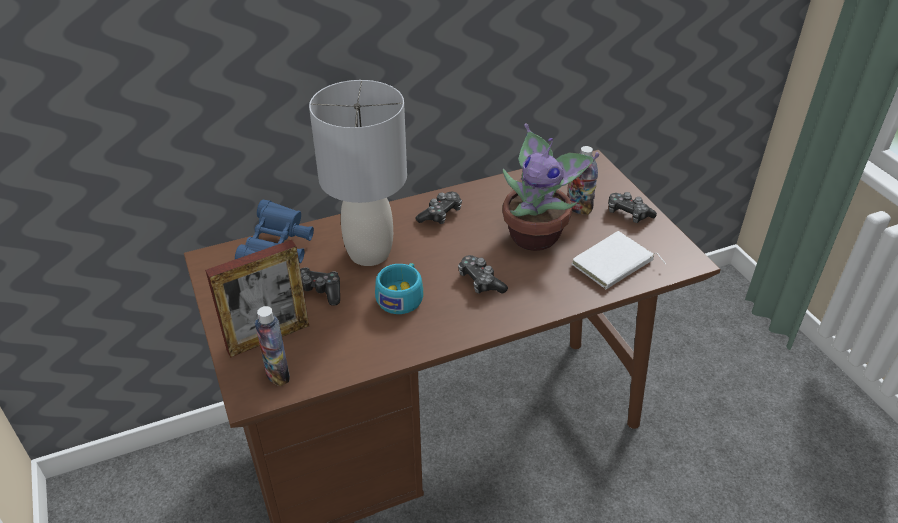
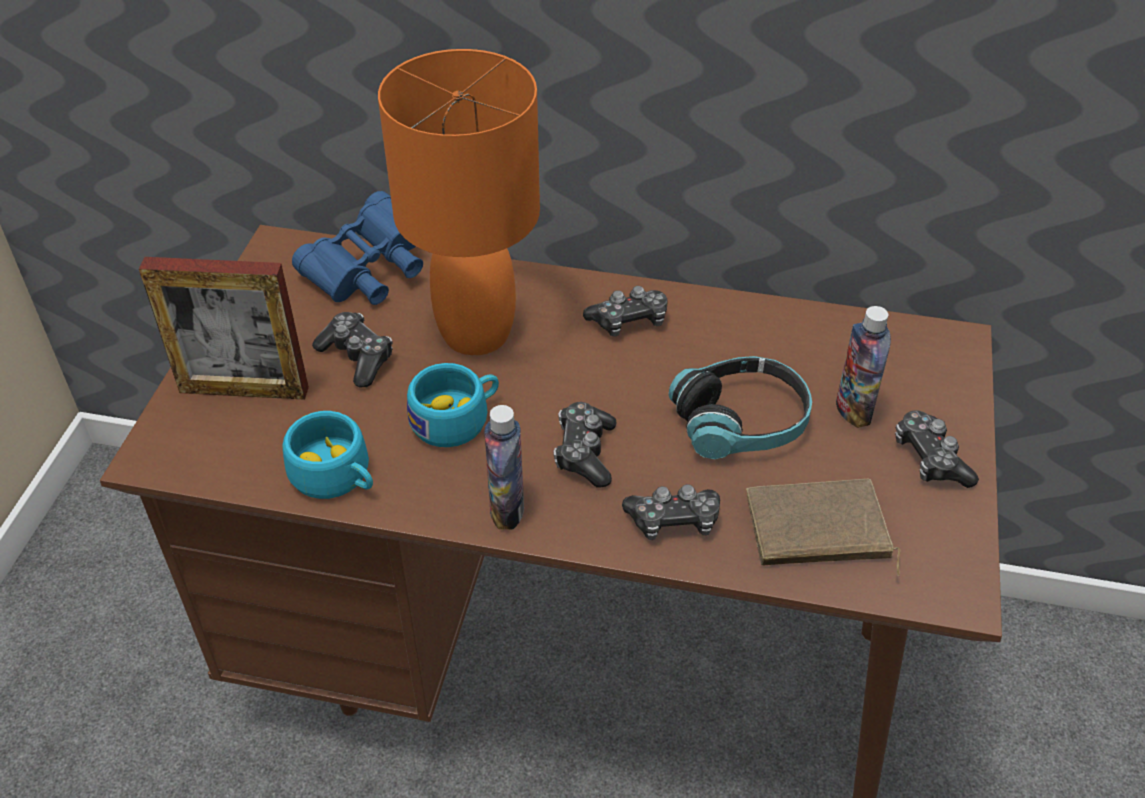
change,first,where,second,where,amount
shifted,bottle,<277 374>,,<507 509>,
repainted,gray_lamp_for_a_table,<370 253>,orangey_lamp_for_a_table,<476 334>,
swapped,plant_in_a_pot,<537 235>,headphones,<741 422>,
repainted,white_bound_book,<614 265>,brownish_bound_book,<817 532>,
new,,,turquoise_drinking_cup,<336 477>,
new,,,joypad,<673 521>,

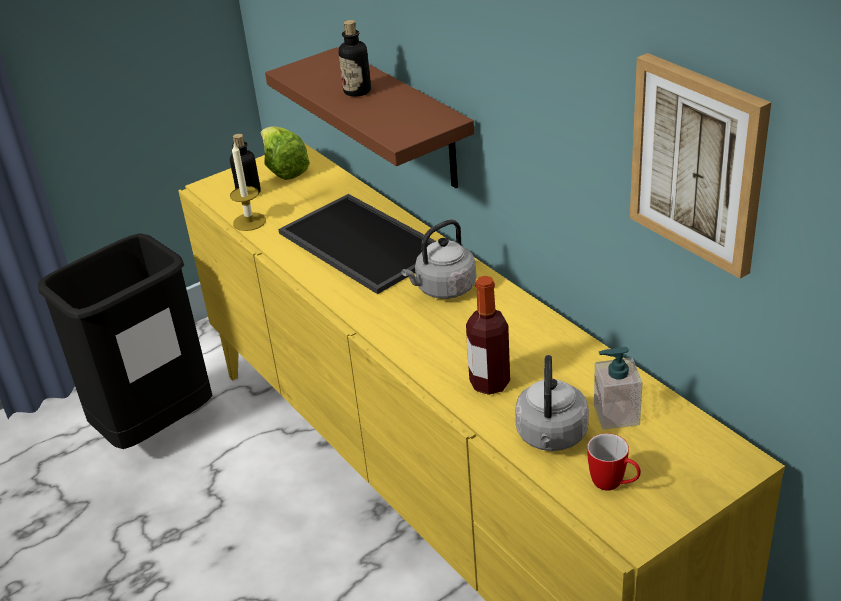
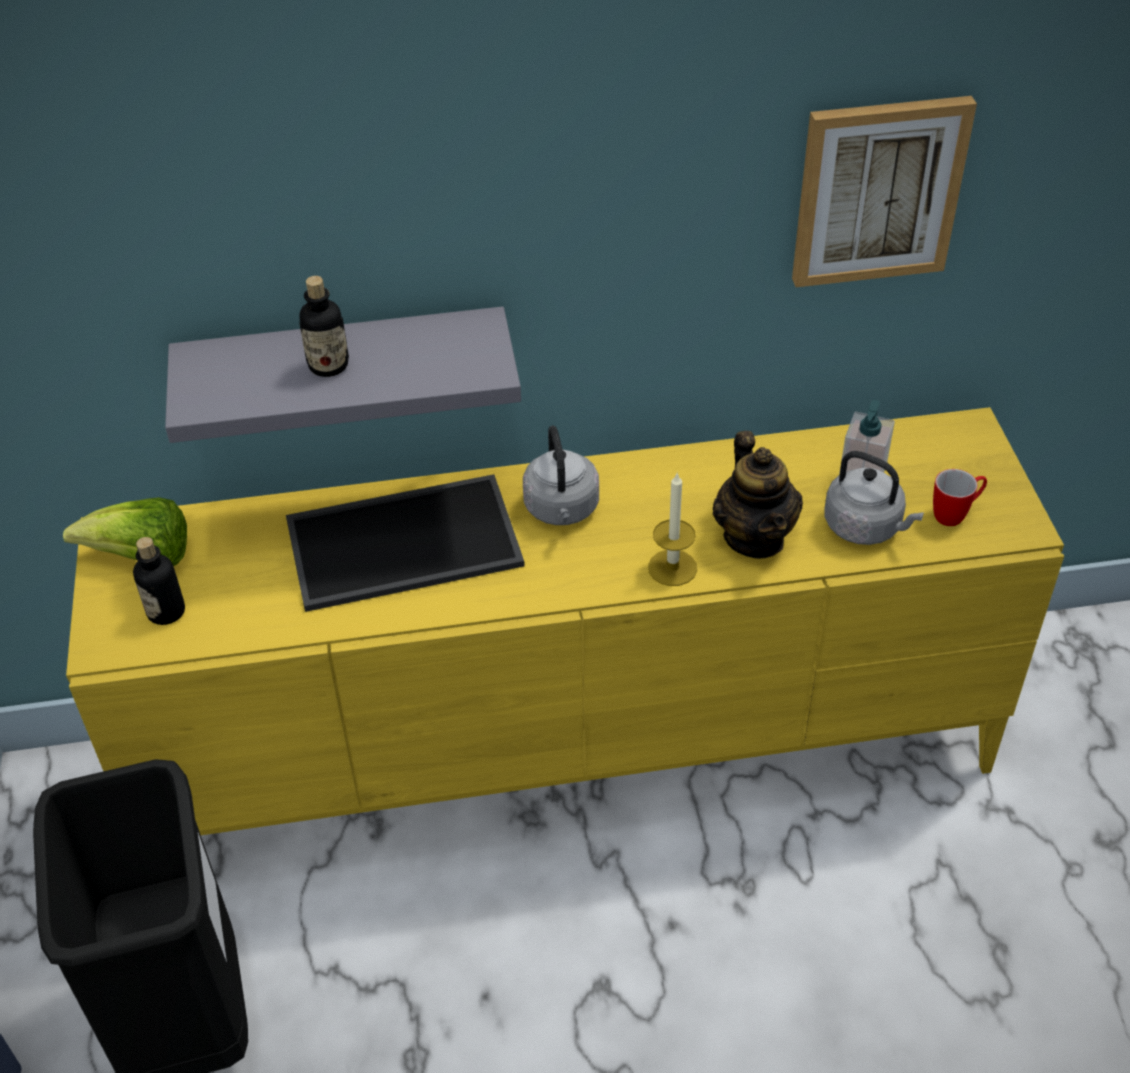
change,first,where,second,where,amount
shifted,candle,<249 222>,,<672 568>,
repainted,brownish_wall_shelf,<404 119>,gray_wall_shelf,<345 371>,
swapped,bottle,<489 383>,pot_for_tea,<755 537>,

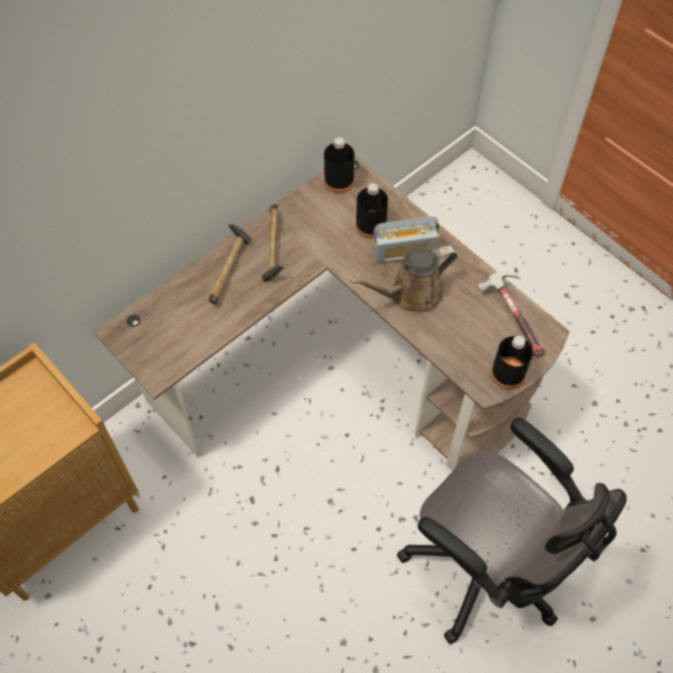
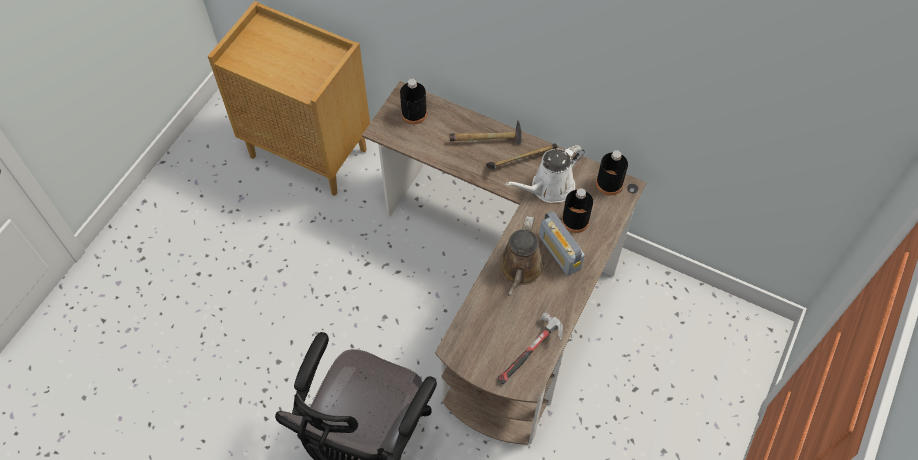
change,first,where,second,where,amount
rotated,brownish_watering_pot,<411 294>,,<520 270>,120 degrees counterclockwise
shifted,black-coloured_bottle,<507 374>,,<414 114>,
new,,,white_watering_pot,<549 188>,

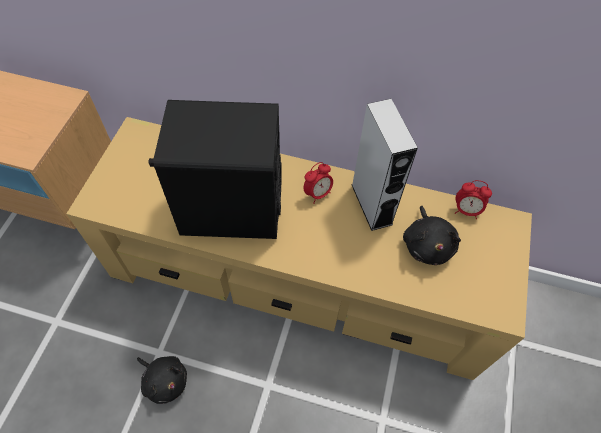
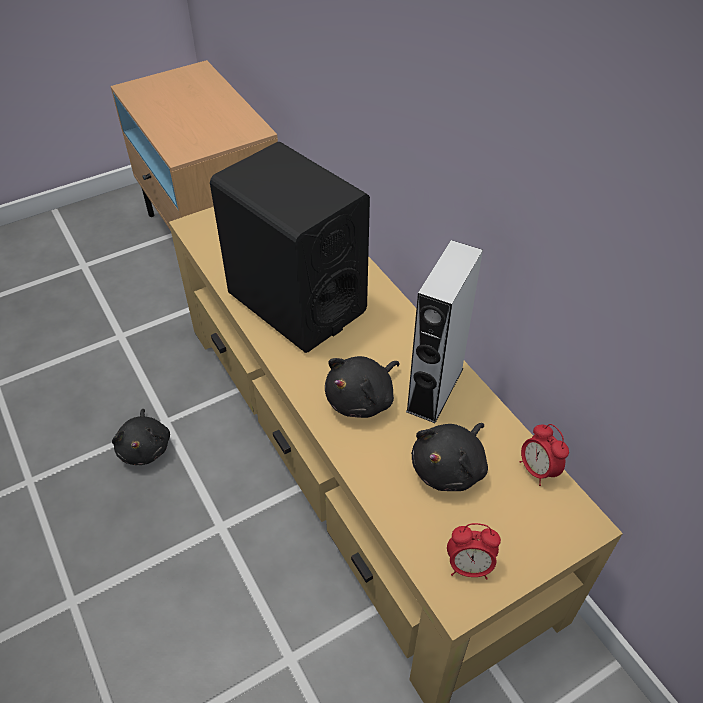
change,first,where,second,where,amount
shifted,bedside_clock,<317 194>,,<469 566>,
new,,,black-coloured_soft_toy,<362 399>,

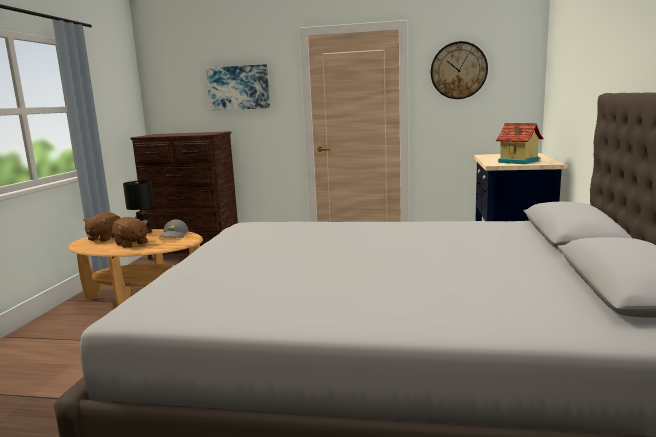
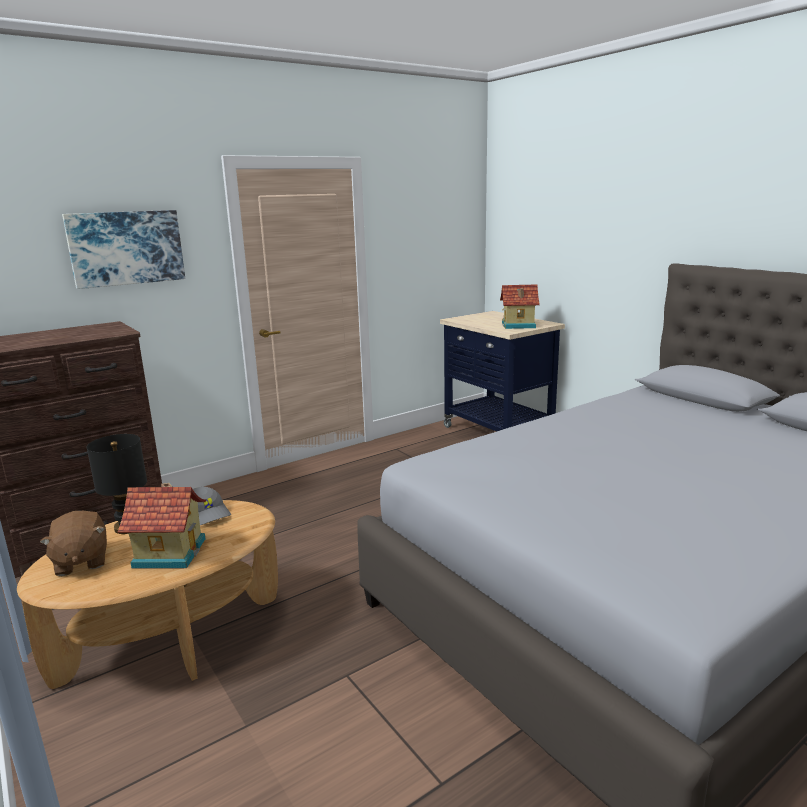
change,first,where,second,where,amount
swapped,brownish_soft_toy,<131 244>,miniature_house,<170 552>,
gone,wall_clock,<458 70>,,,

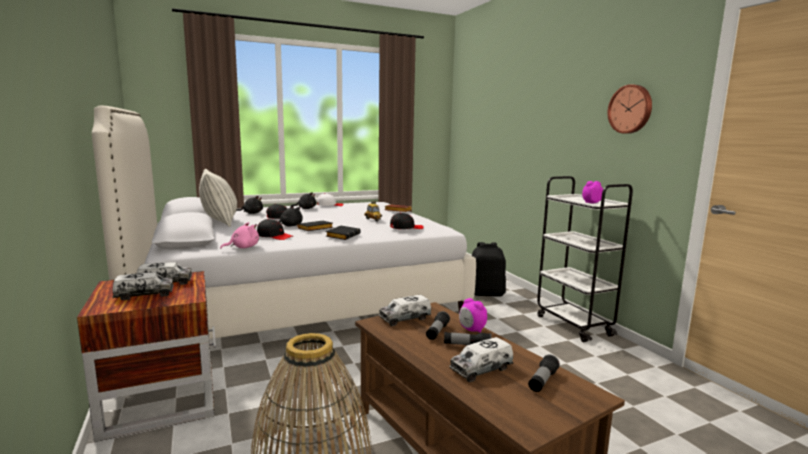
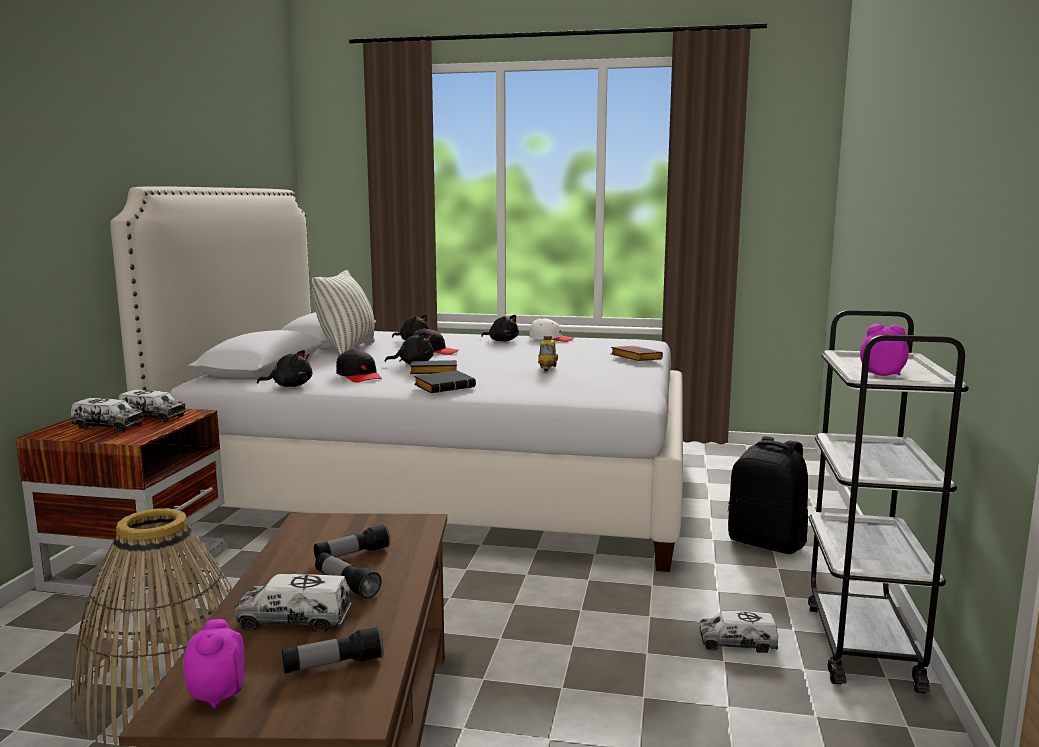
change,first,where,second,where,amount
repainted,pink-coloured_soft_toy,<243 247>,black-coloured_soft_toy,<290 386>,
shifted,model_truck,<405 318>,,<737 643>,
gone,black-coloured_baseball_cap,<406 228>,,,
shifted,bedside_clock,<471 330>,,<217 695>,
gone,wall_clock,<631 109>,,,

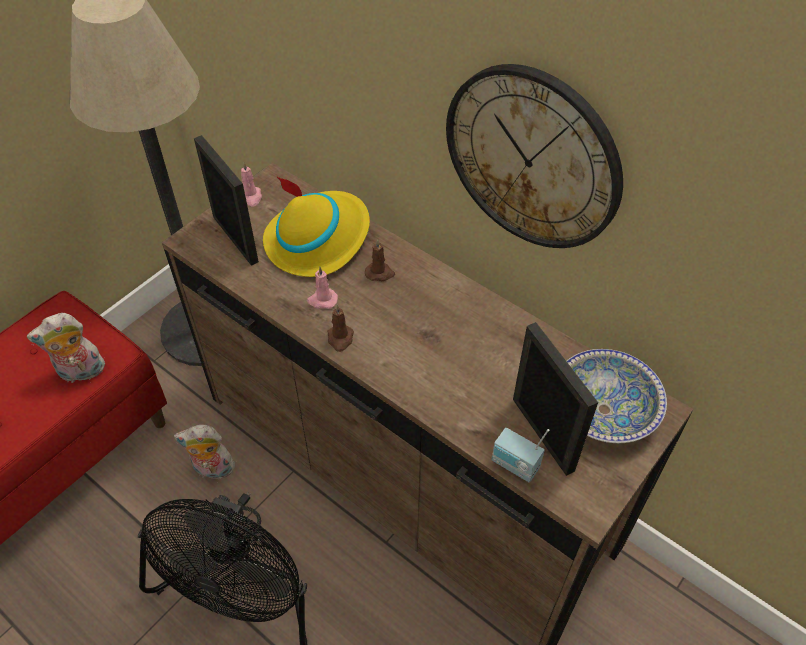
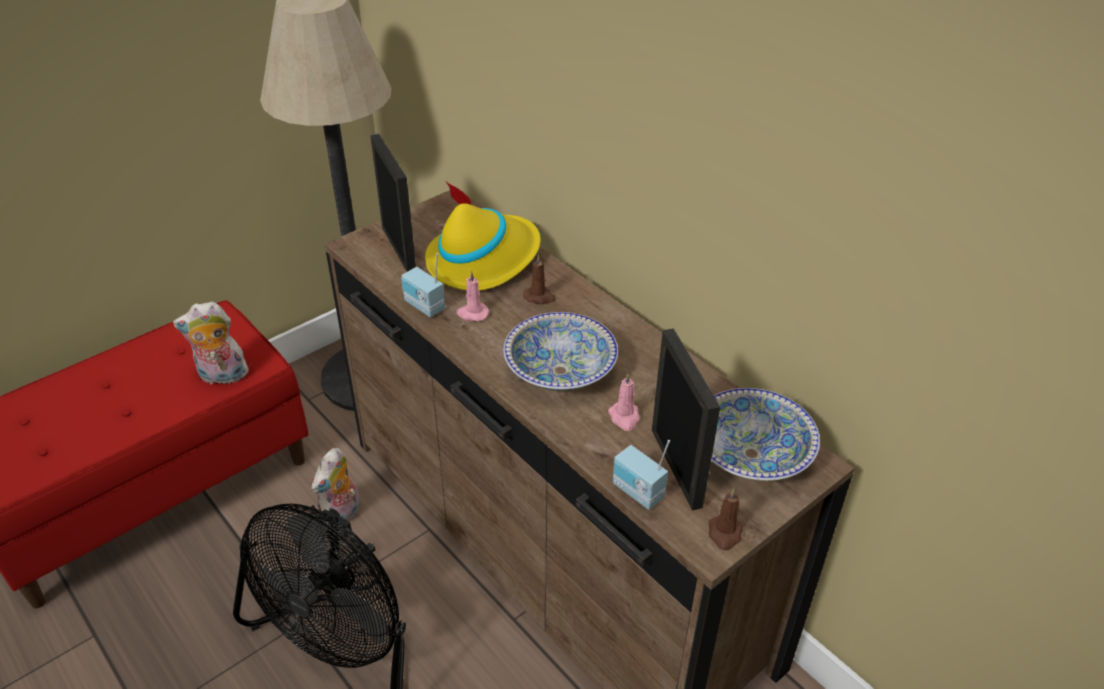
change,first,where,second,where,amount
rotated,soft_toy,<212 470>,,<342 515>,75 degrees counterclockwise
shifted,pink-coloured_candle,<251 197>,,<624 417>,
shifted,brownish_candle,<340 339>,,<724 534>,
gone,wall_clock,<532 158>,,,
new,,,radio_set,<423 306>,
new,,,deep_dish,<560 371>,

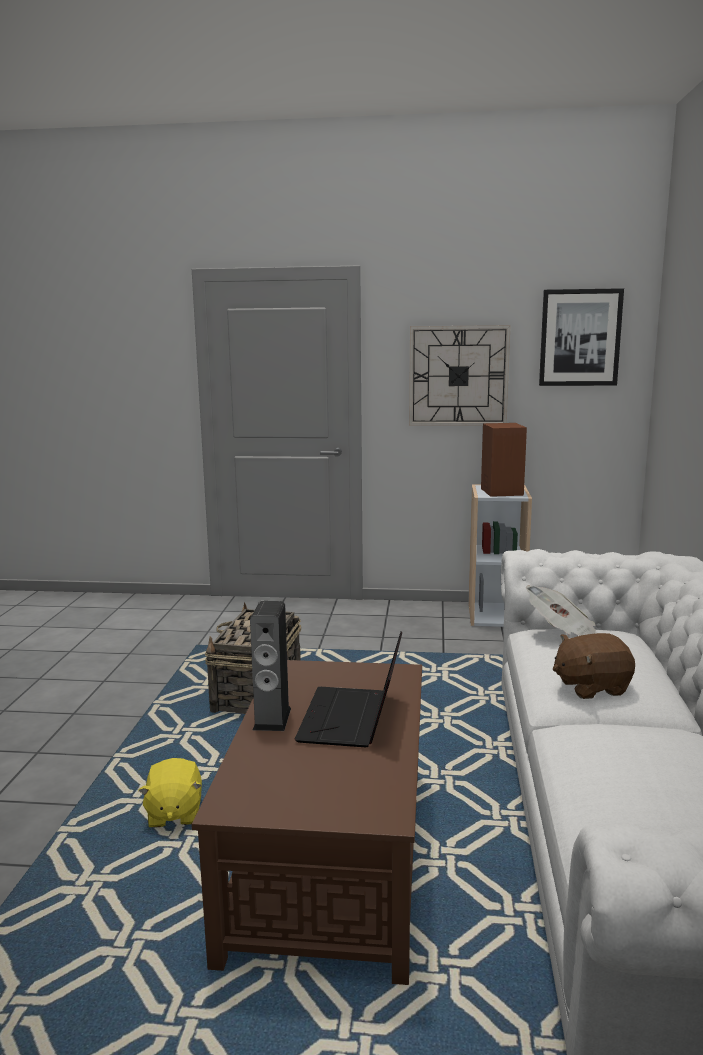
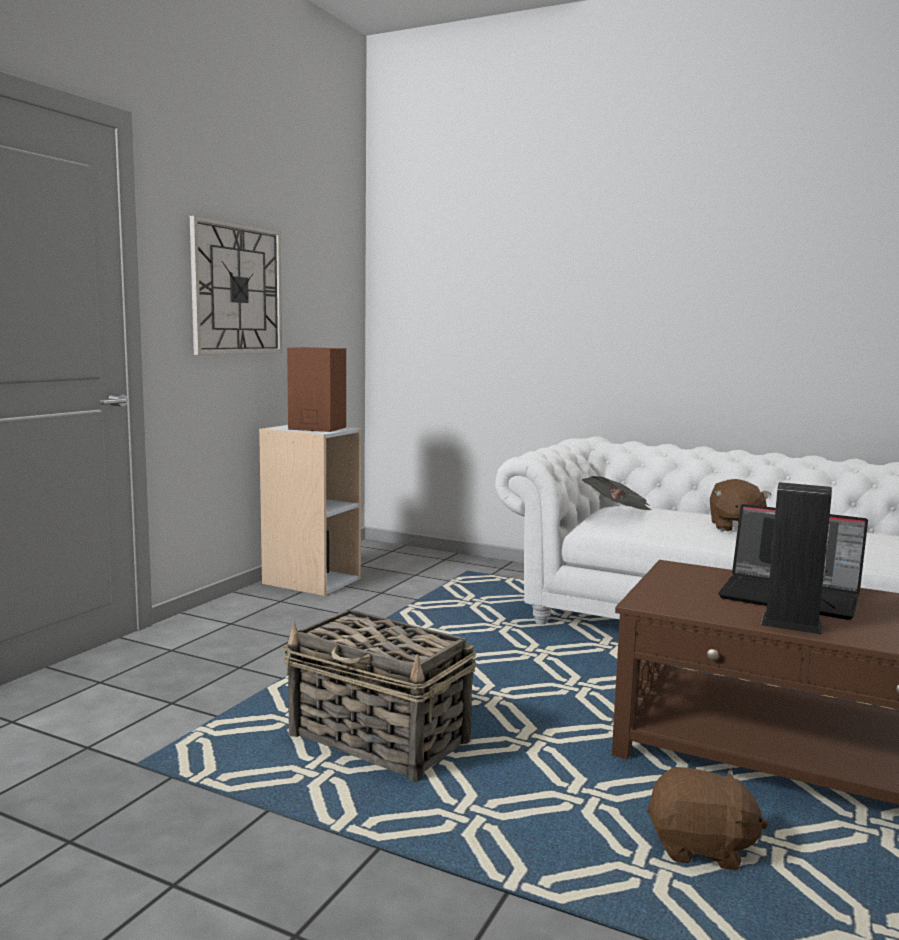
change,first,where,second,where,amount
repainted,yellow-coloured_soft_toy,<174 814>,brownish_soft_toy,<700 848>,
gone,wall_picture,<580 337>,,,

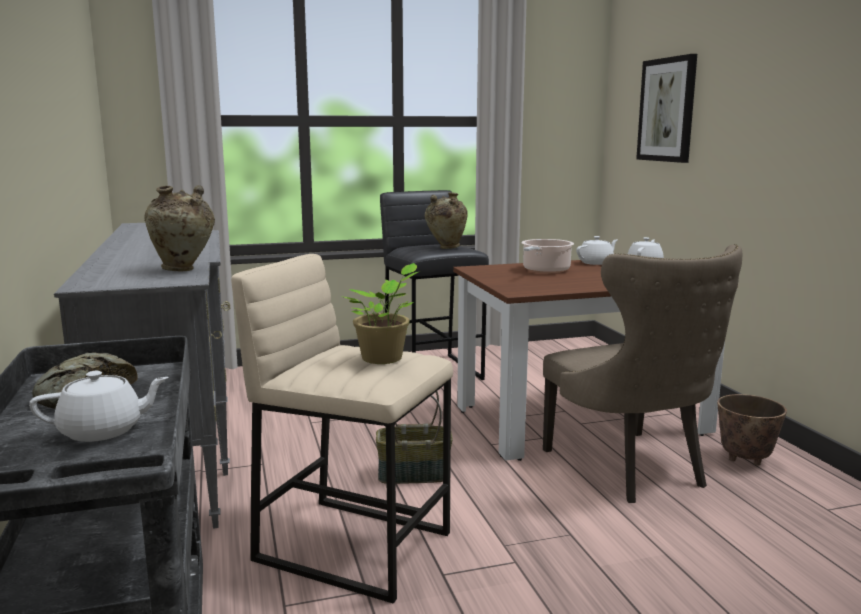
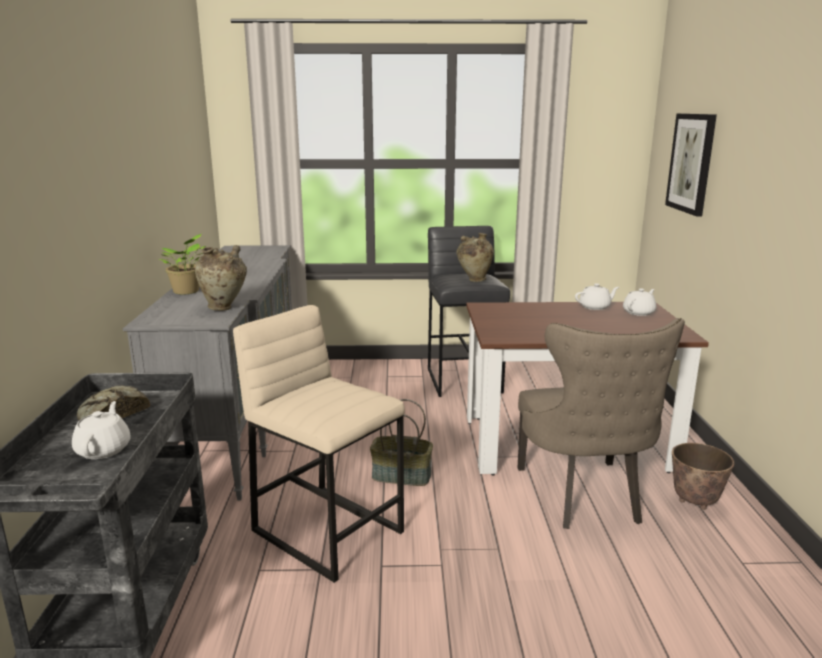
change,first,where,second,where,amount
rotated,white_pot_for_tea,<103 431>,,<104 449>,90 degrees counterclockwise
shifted,plant_in_a_pot,<385 359>,,<187 292>,
gone,cooking_pot,<545 270>,,,

